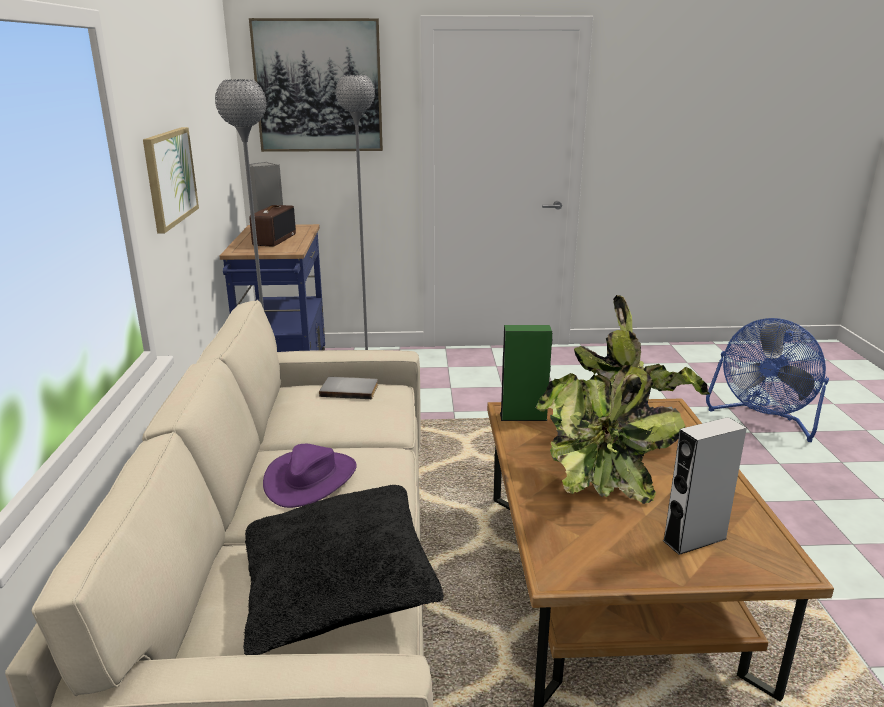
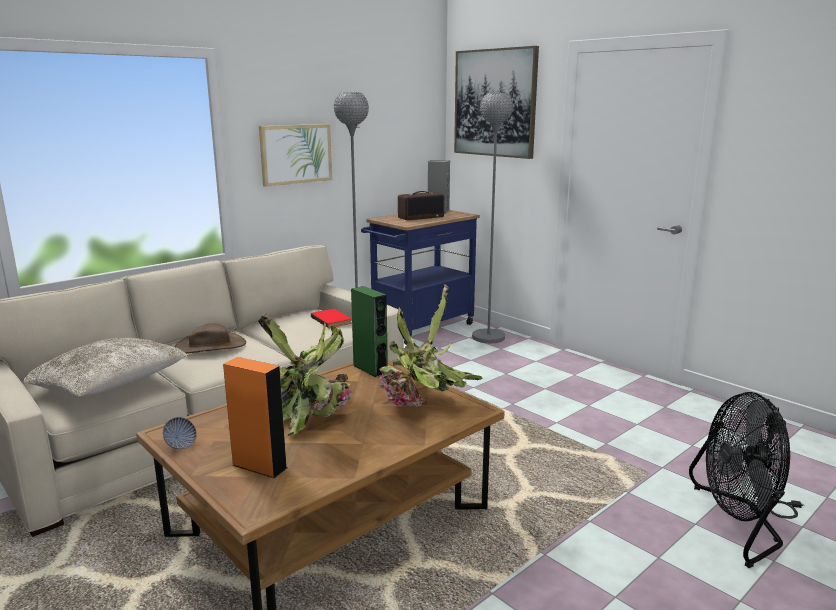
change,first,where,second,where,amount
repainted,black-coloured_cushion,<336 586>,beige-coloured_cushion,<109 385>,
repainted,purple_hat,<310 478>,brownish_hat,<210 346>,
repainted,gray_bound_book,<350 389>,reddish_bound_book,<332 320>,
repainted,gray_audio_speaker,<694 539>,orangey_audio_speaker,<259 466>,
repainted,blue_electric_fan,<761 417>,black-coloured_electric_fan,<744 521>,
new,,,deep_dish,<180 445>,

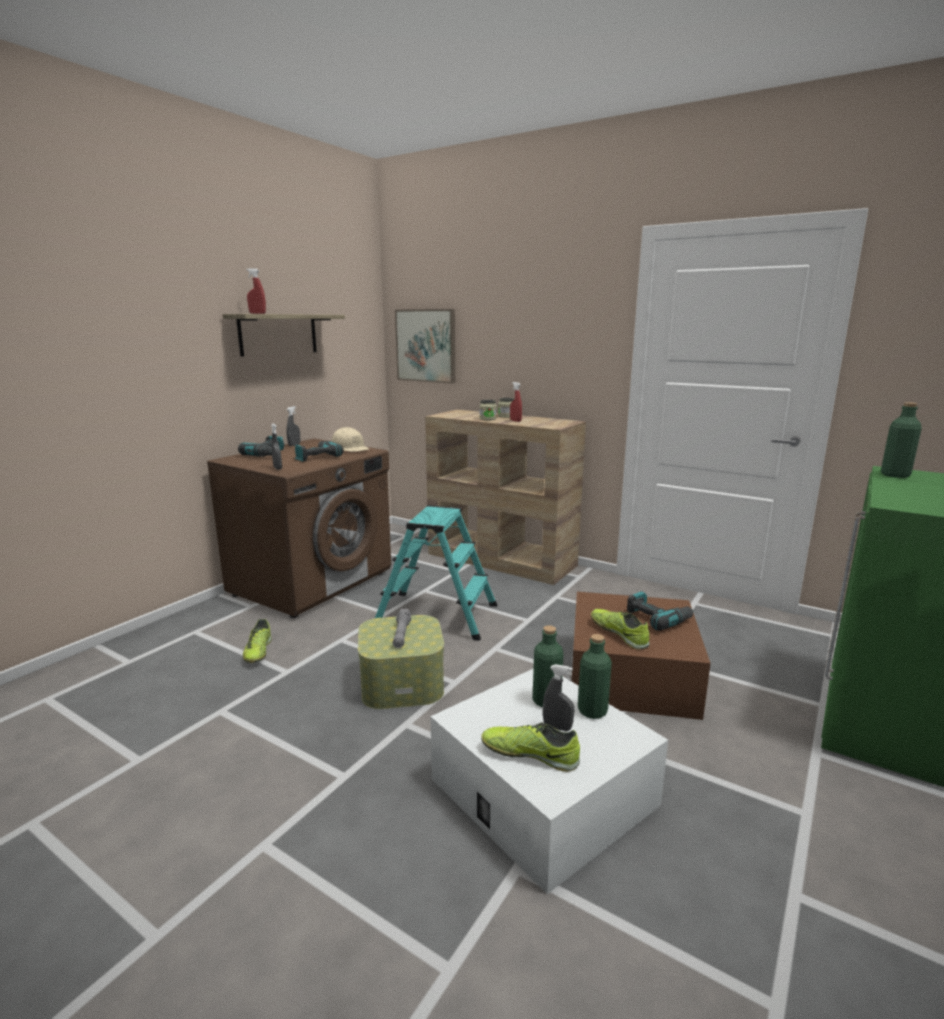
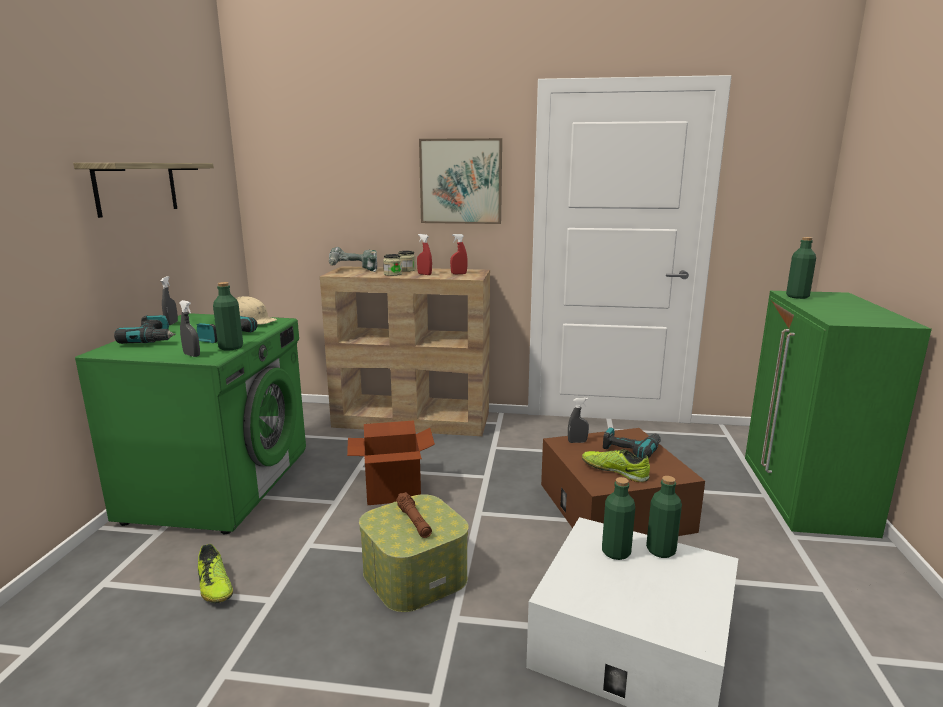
change,first,where,second,where,amount
repainted,brownish_laundry_machine,<314 584>,greenish_laundry_machine,<222 487>,
shifted,reddish_sprayer,<257 313>,,<459 274>,
swapped,turquoise_step_ladder,<436 615>,carton,<392 492>,
repainted,gray_hand_torch,<401 634>,brownish_hand_torch,<414 521>,
shifted,wall_picture,<426 345>,,<461 181>,
gone,low_shoe,<530 754>,,,
shifted,gray_sprayer,<557 727>,,<577 442>,
new,,,greenish_bottle,<231 347>,
new,,,electric_drill,<353 270>,

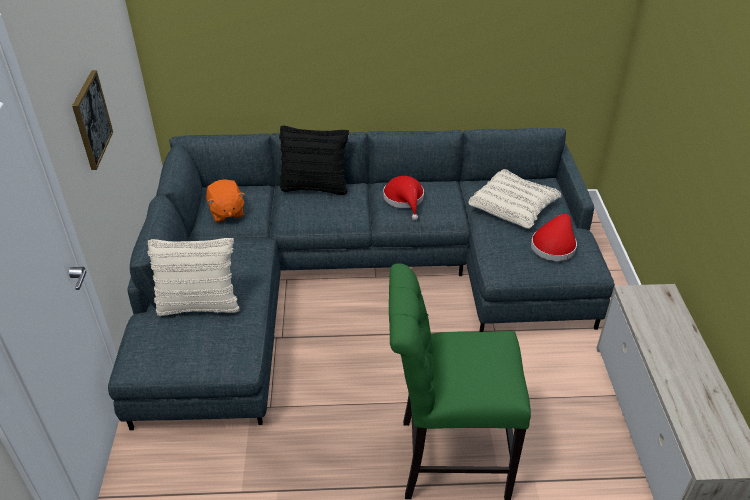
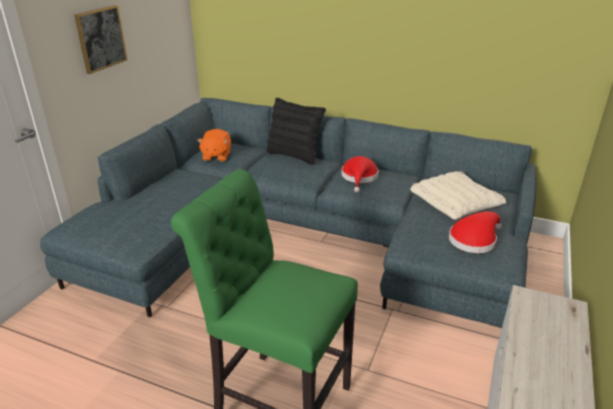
change,first,where,second,where,amount
gone,beige-coloured_cushion,<200 305>,,,

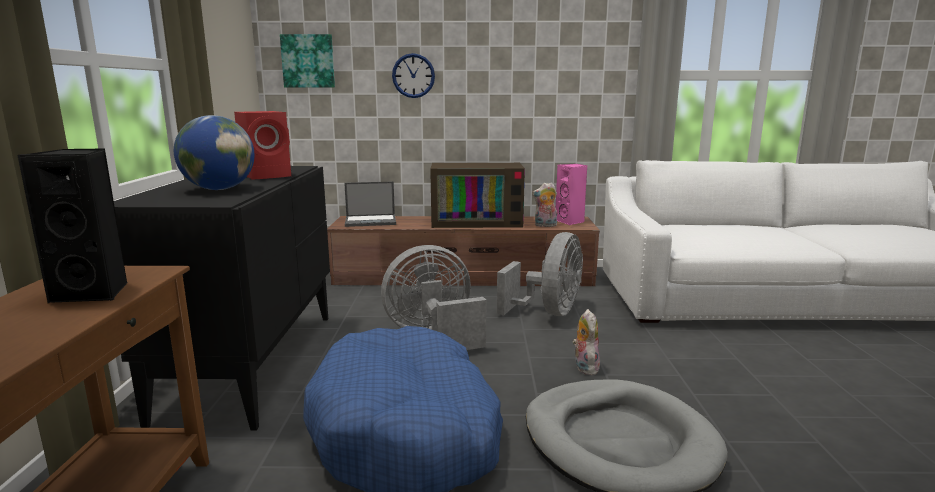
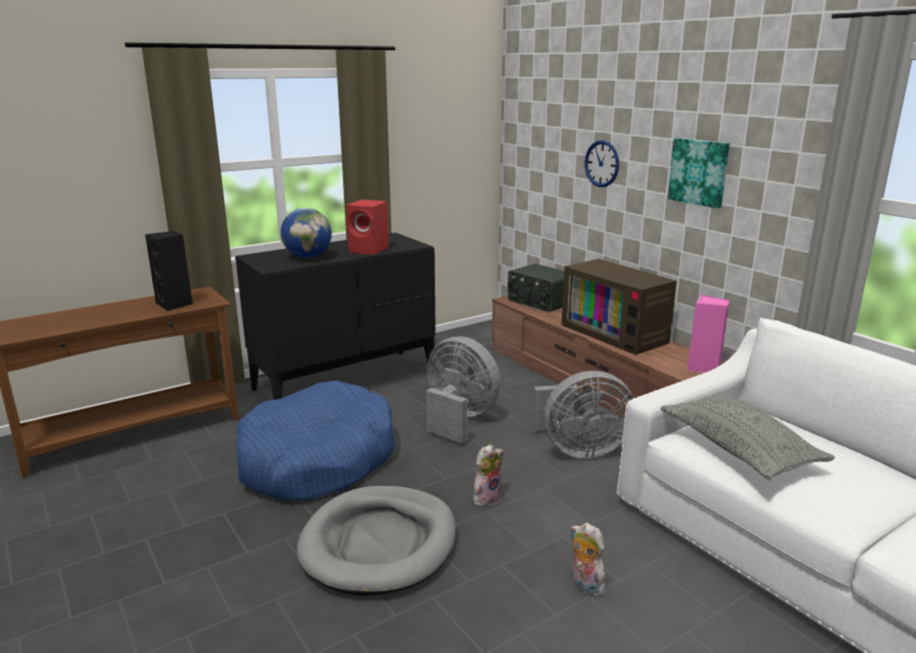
change,first,where,second,where,amount
shifted,wall_picture,<308 61>,,<699 172>,
swapped,notebook_computer,<371 221>,radio_set,<540 302>,
shifted,soft_toy,<545 226>,,<584 586>,
new,,,gray_cushion,<739 449>,

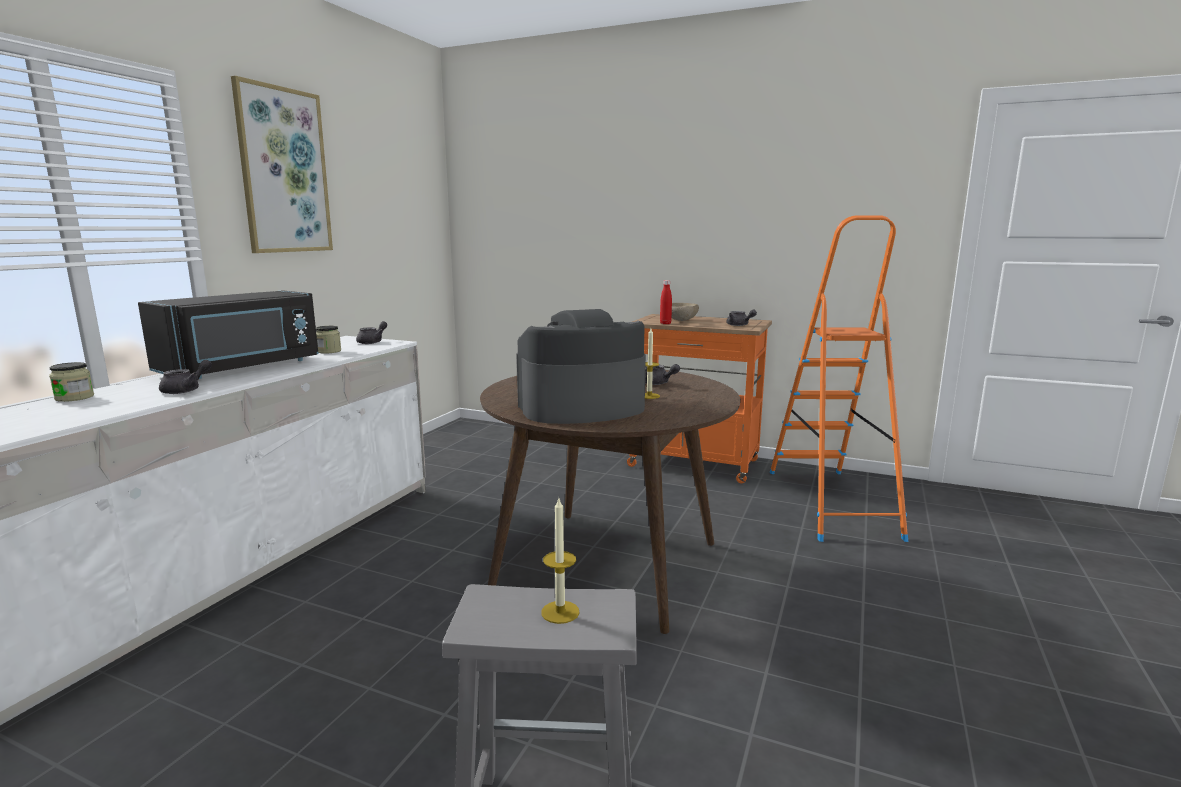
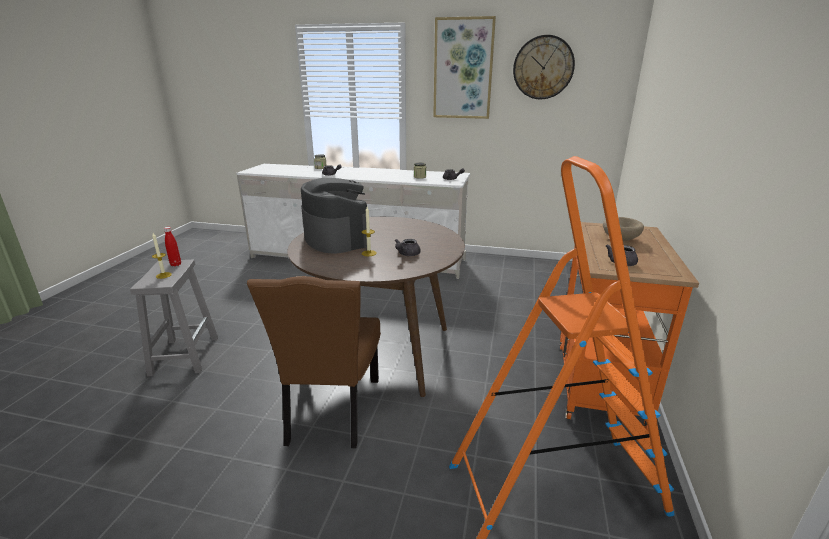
change,first,where,second,where,amount
gone,black-coloured_microwave_oven,<243 368>,,,
shifted,reddish_bottle,<665 323>,,<175 264>,
new,,,brownish_plain_chair,<331 407>,
new,,,wall_clock,<543 67>,

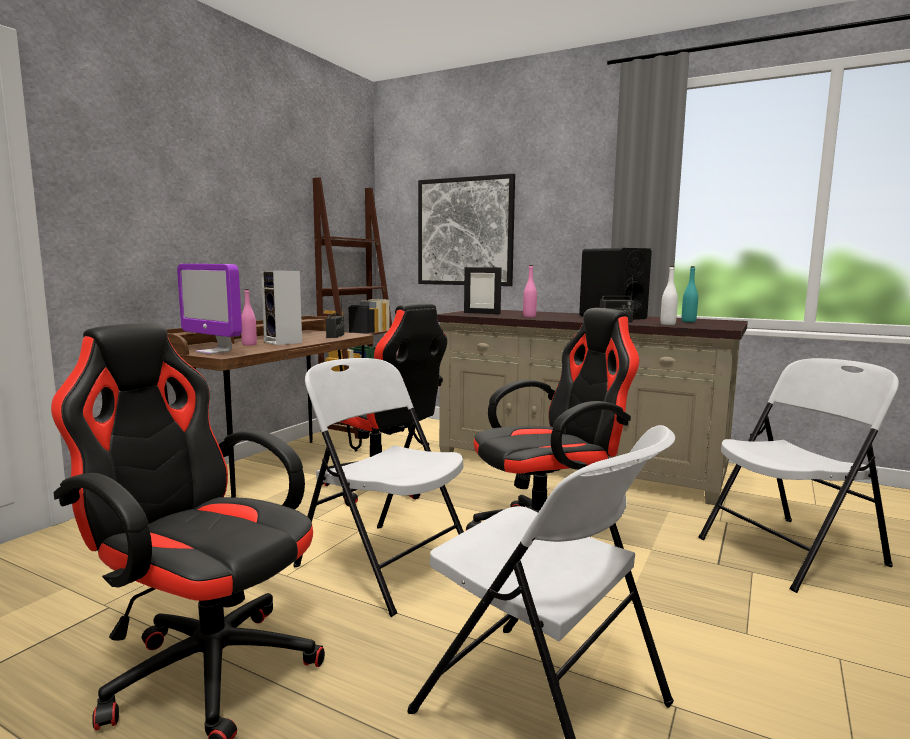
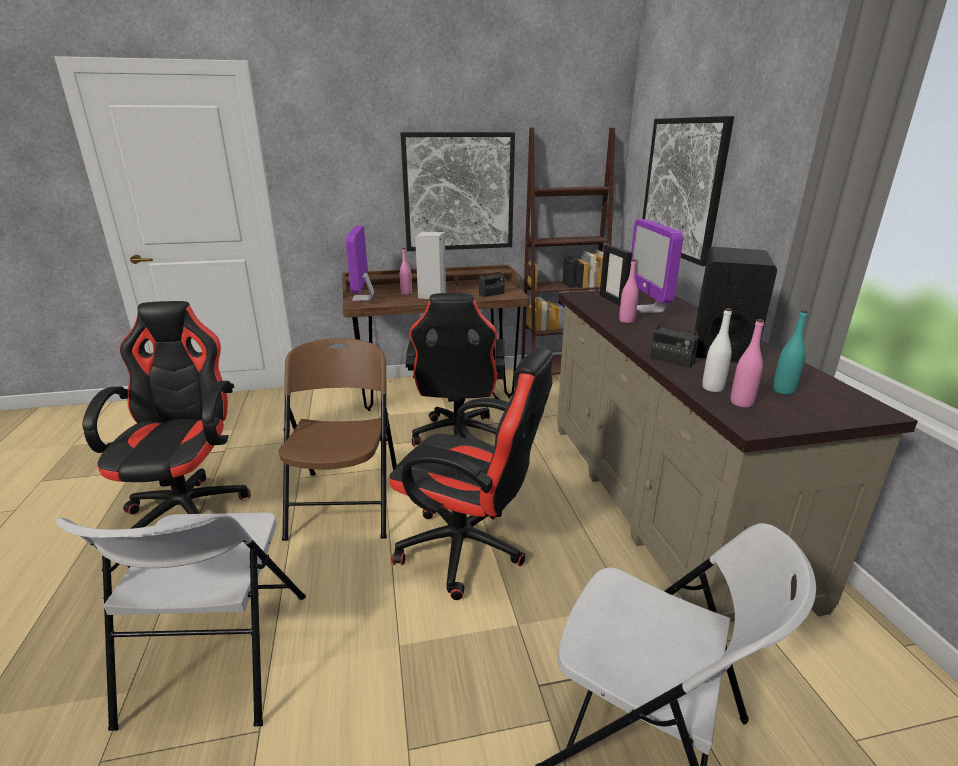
change,first,where,second,where,amount
repainted,white_plain_chair,<386 564>,brownish_plain_chair,<346 503>,
new,,,wall_picture,<458 192>,
new,,,computer_screen,<648 309>,
new,,,pink-coloured_bottle,<741 403>,

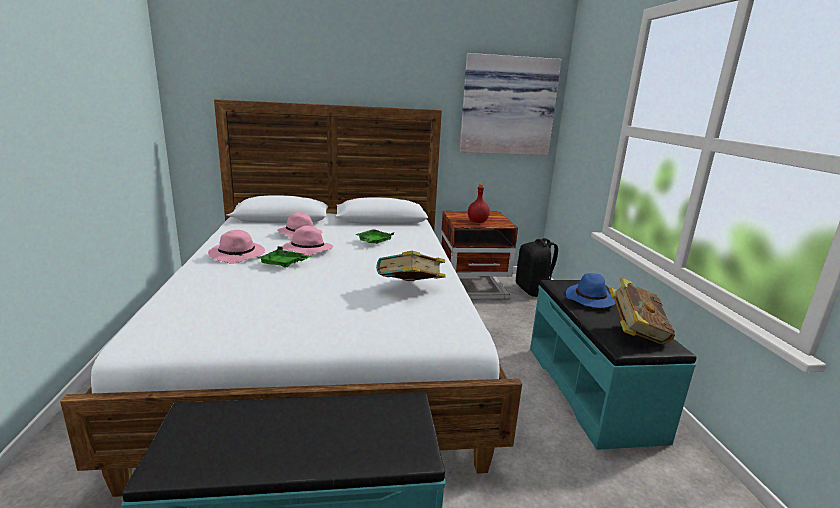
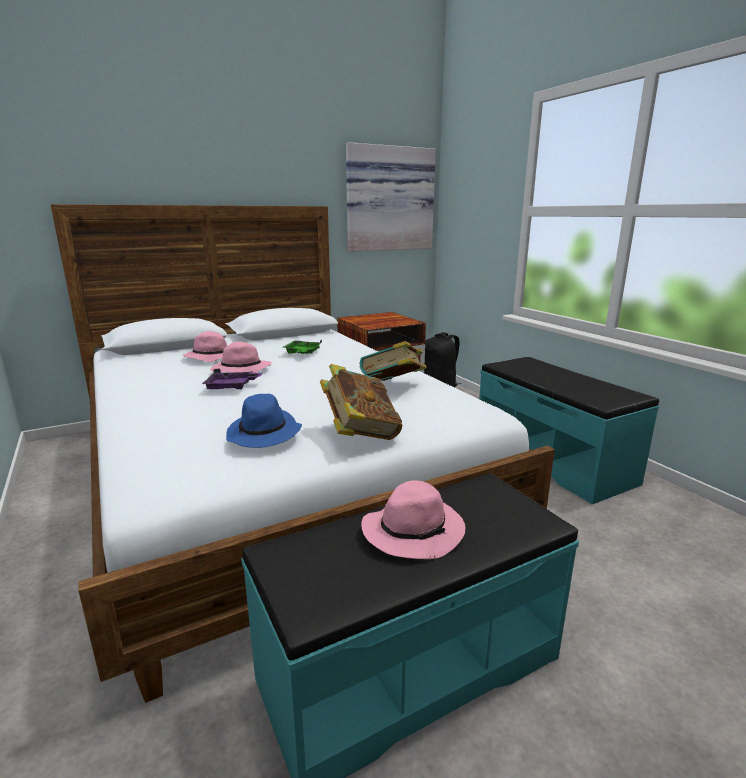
change,first,where,second,where,amount
shifted,pink-coloured_hat,<238 255>,,<414 530>,
repainted,greenish_tray,<284 264>,purple_tray,<231 387>,
gone,reddish_bottle,<477 222>,,,
shifted,blue_hat,<590 299>,,<264 434>,
shifted,bound_book,<635 333>,,<360 433>,

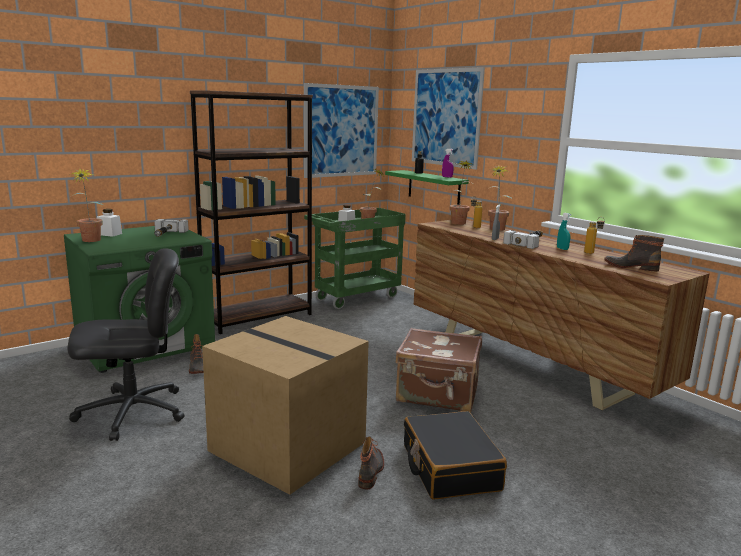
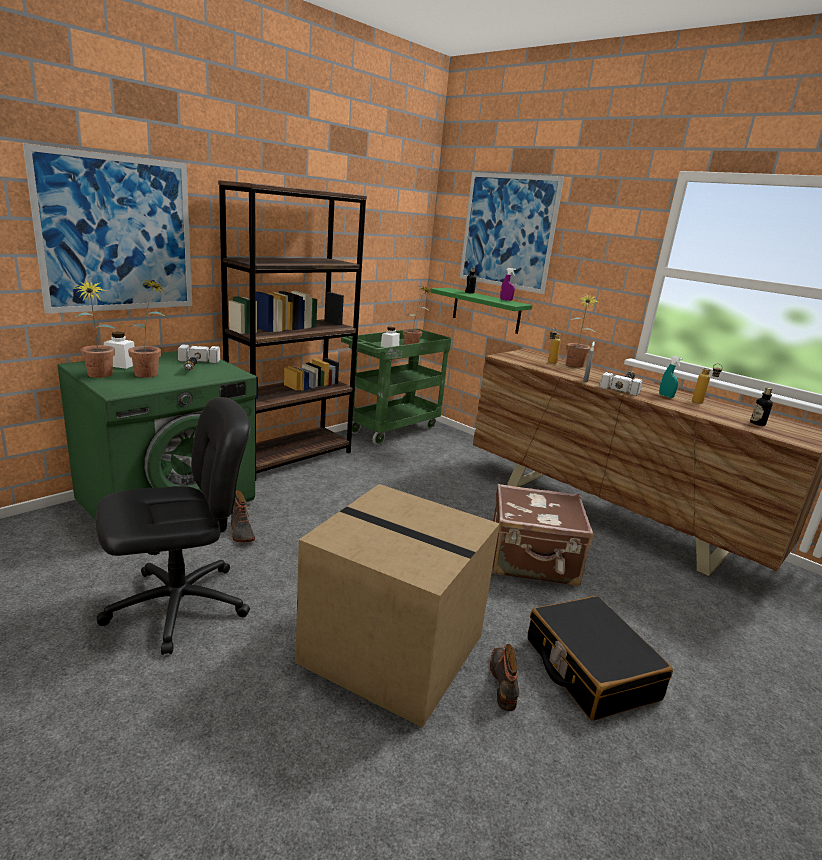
change,first,where,second,where,amount
shifted,wall_picture,<341 131>,,<118 235>,
shifted,plant_in_a_pot,<459 222>,,<151 372>,
swapped,tall_boot,<631 267>,bottle,<757 423>,

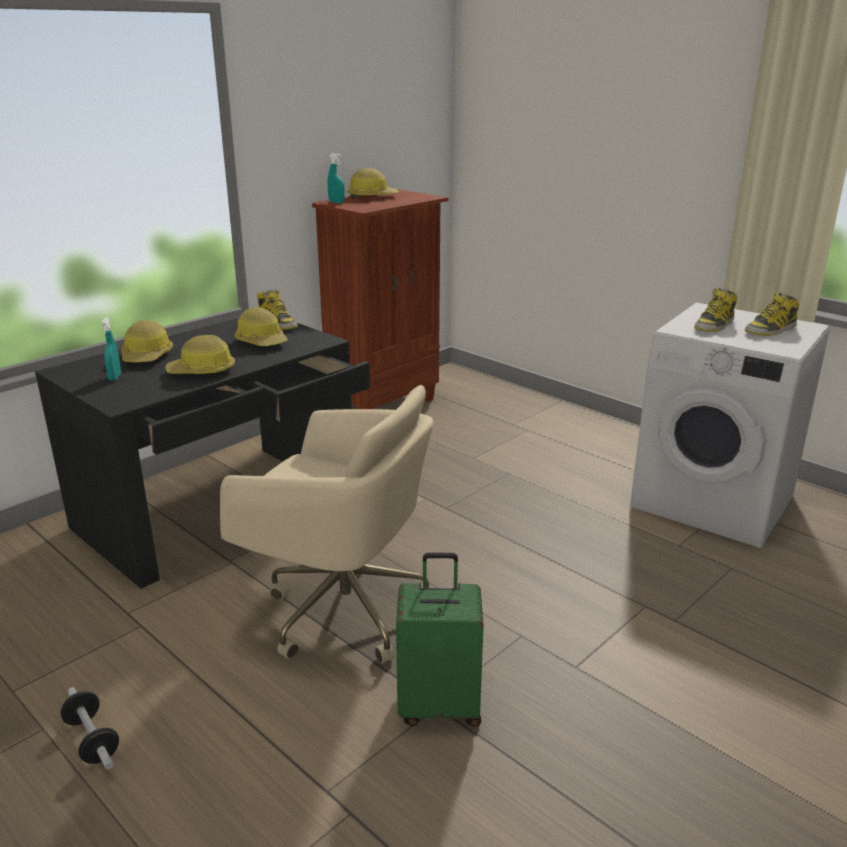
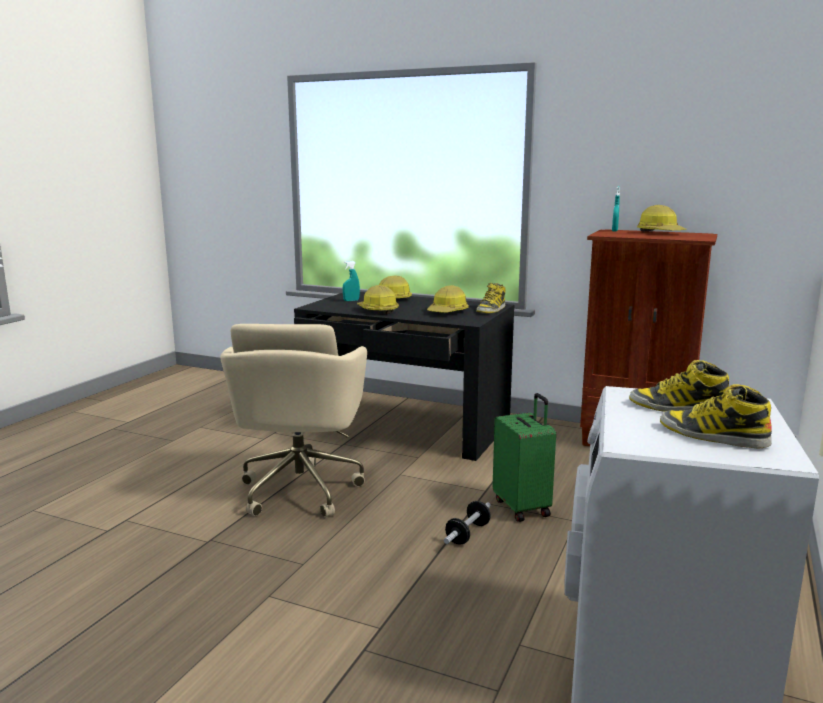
change,first,where,second,where,amount
shifted,free_weight,<92 740>,,<468 534>,
shifted,greenish_travel_case,<440 705>,,<523 507>,

